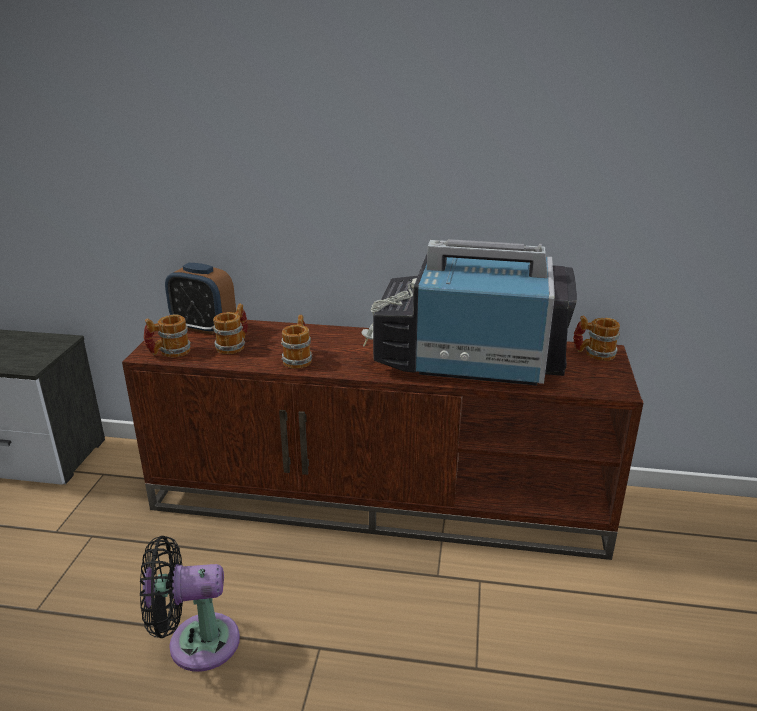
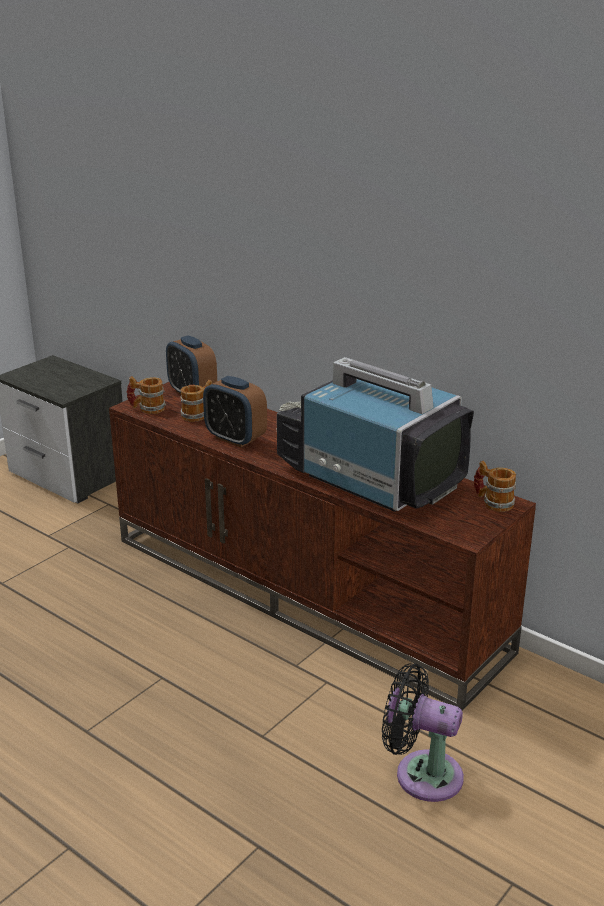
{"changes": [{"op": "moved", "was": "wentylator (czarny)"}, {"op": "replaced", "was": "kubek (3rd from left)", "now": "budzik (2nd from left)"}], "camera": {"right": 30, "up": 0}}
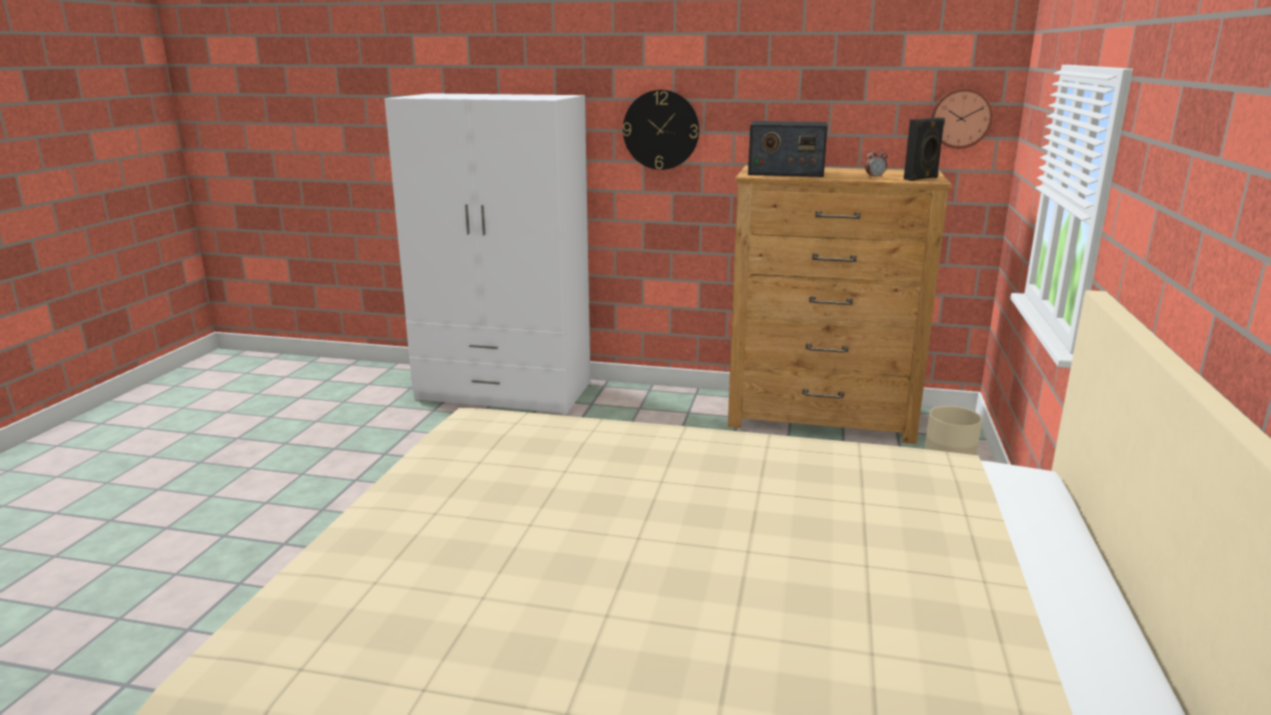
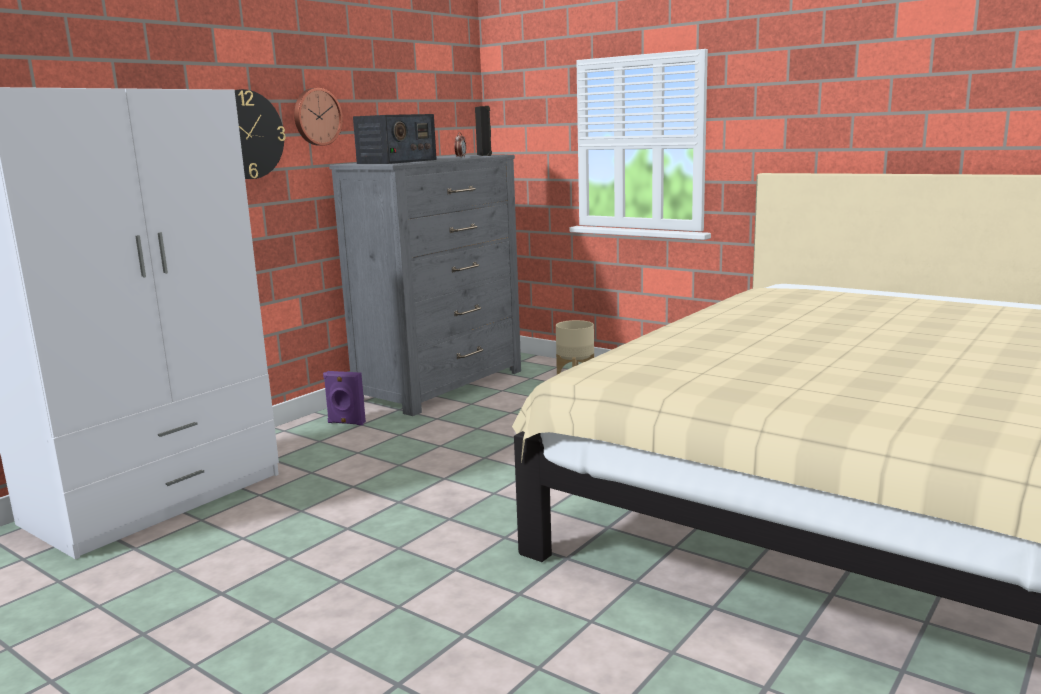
{"changes": [{"op": "recoloured", "was": "komoda (brązowy)", "now": "komoda (szary)"}, {"op": "moved", "was": "zegar ścienny (2nd from left)"}, {"op": "added", "now": "głośnik (fioletowy)"}], "camera": {"right": -65, "up": -5}}
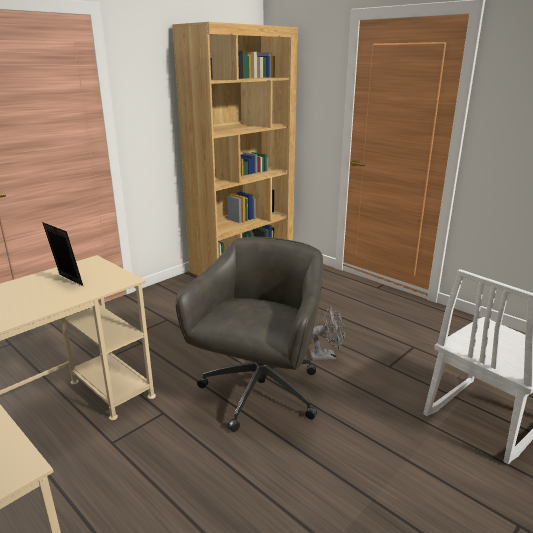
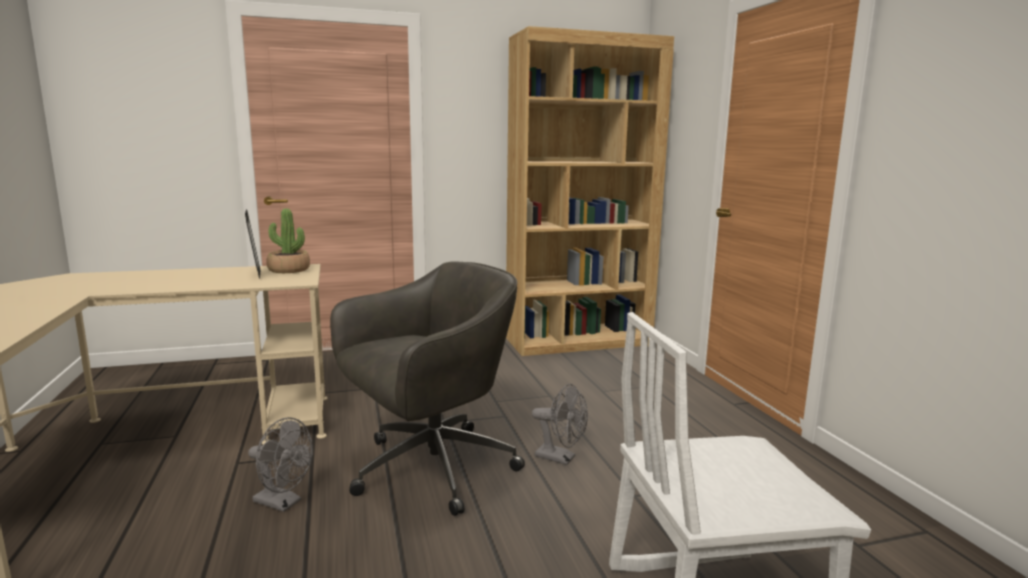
{"changes": [{"op": "added", "now": "wentylator (szary) (1st from left)"}, {"op": "added", "now": "roślina doniczkowa"}], "camera": {"right": 30, "up": -10}}
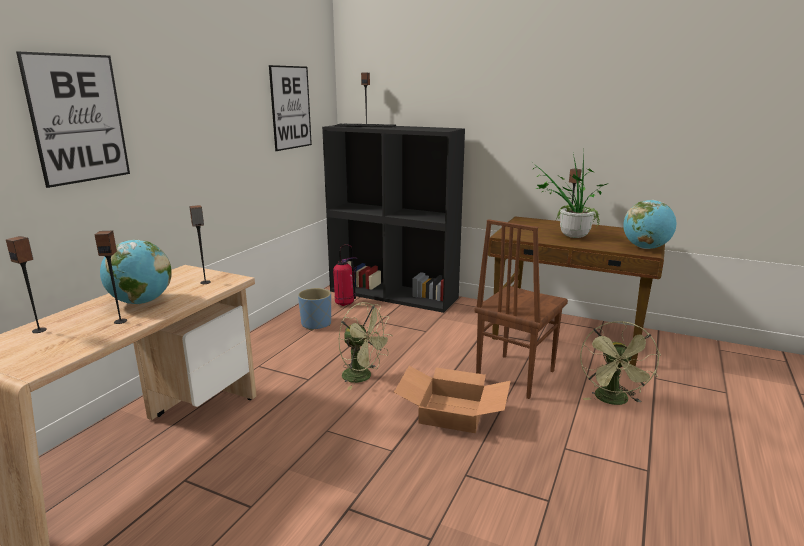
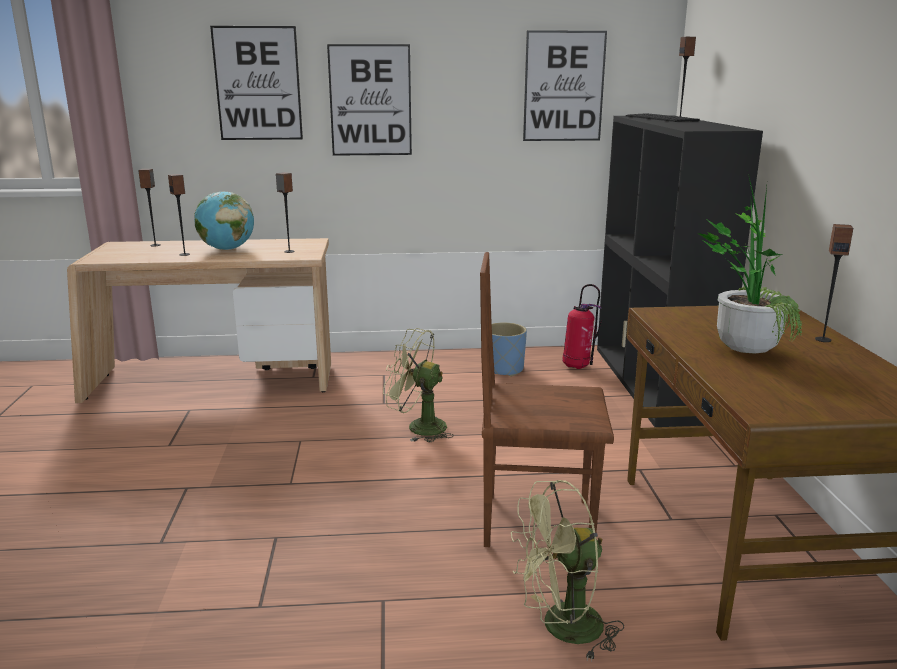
{"changes": [{"op": "turned", "was": "wentylator (zielony) (1st from left)", "clockwise": 105}, {"op": "removed", "was": "karton"}, {"op": "removed", "was": "globus (2nd from left)"}, {"op": "added", "now": "obraz (2nd from left)"}], "camera": {"right": 60, "up": 0}}
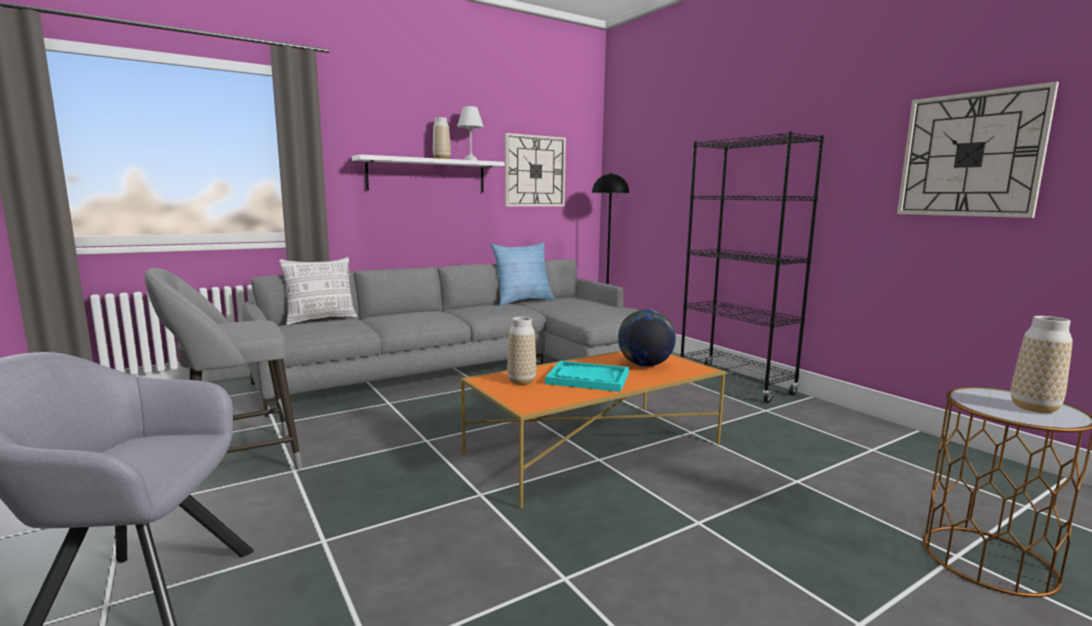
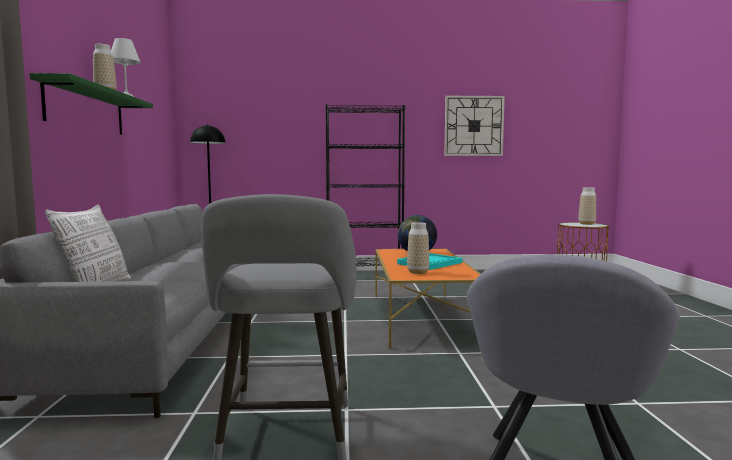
{"changes": [{"op": "recoloured", "was": "półka (biały)", "now": "półka (zielony)"}, {"op": "removed", "was": "poduszka (2nd from left)"}, {"op": "removed", "was": "zegar ścienny (1st from left)"}], "camera": {"right": -60, "up": -5}}
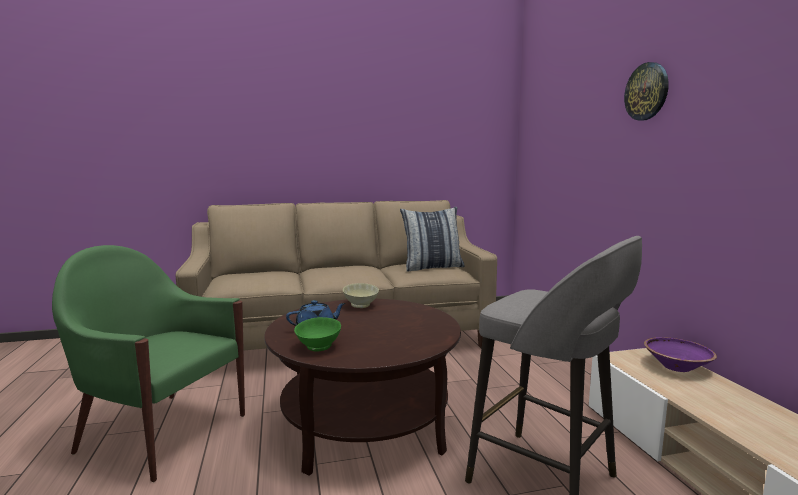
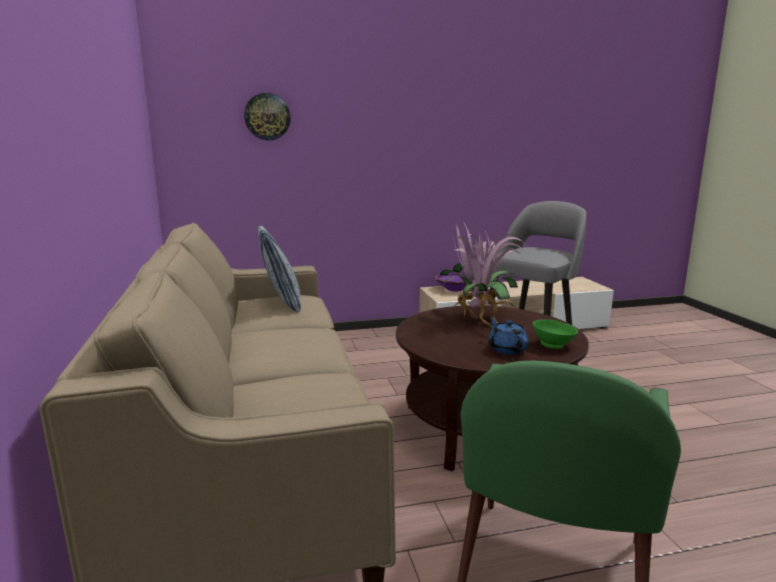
{"changes": [{"op": "removed", "was": "miska (beżowy)"}, {"op": "moved", "was": "zegar ścienny"}, {"op": "added", "now": "roślina doniczkowa"}], "camera": {"right": -90, "up": 5}}
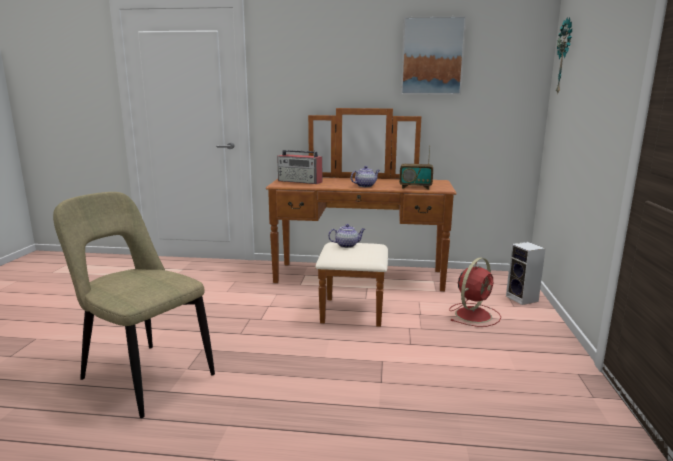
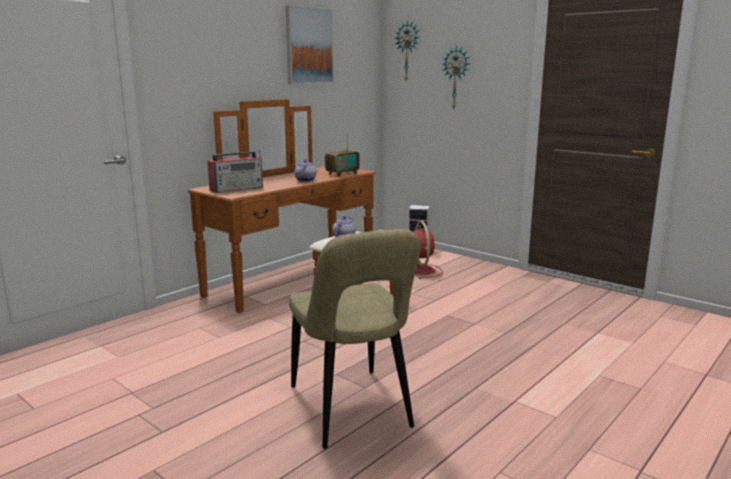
{"changes": [{"op": "turned", "was": "krzesło (beżowy)", "clockwise": -90}, {"op": "added", "now": "zegar ścienny (2nd from left)"}], "camera": {"right": -55, "up": 0}}
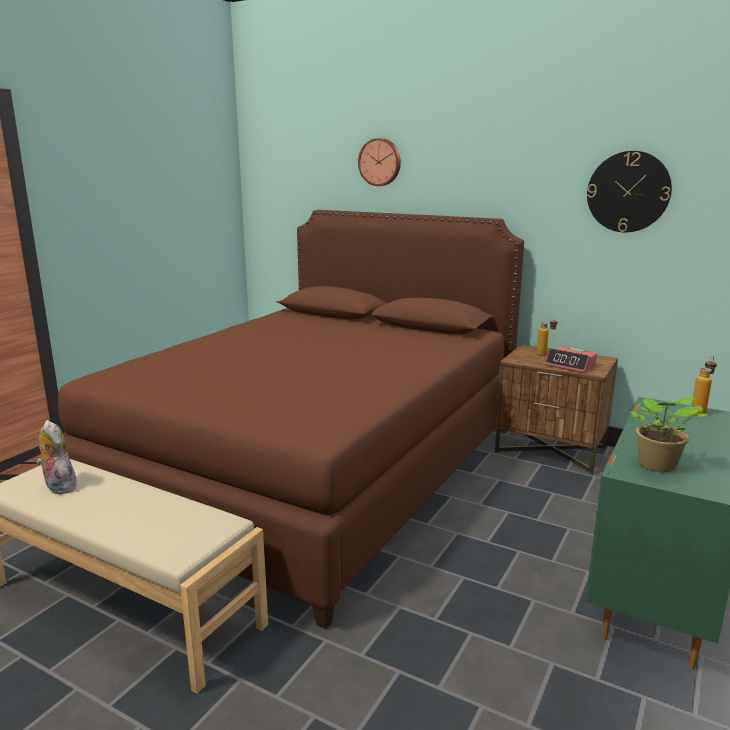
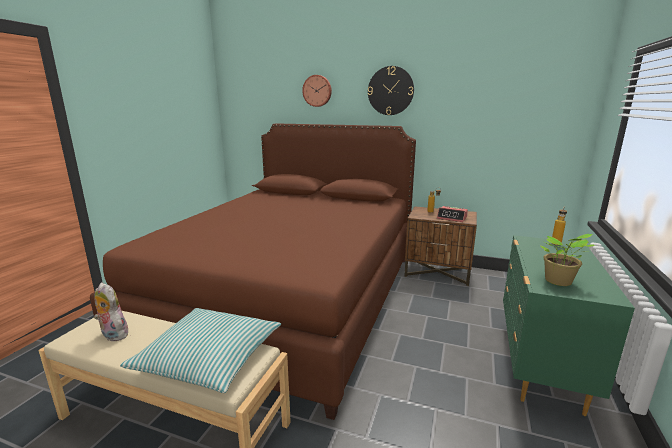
{"changes": [{"op": "moved", "was": "zegar ścienny (2nd from left)"}, {"op": "added", "now": "poduszka"}], "camera": {"right": -10, "up": 0}}
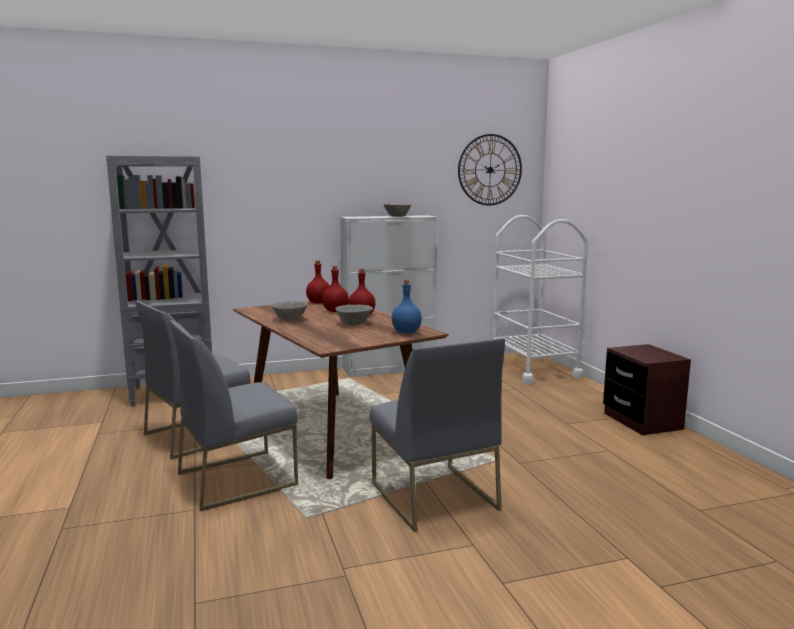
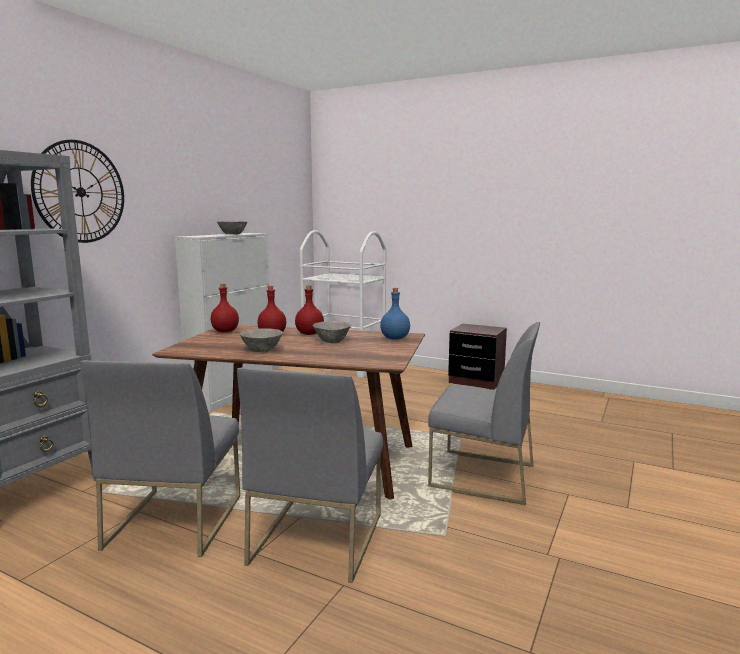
{"changes": [{"op": "moved", "was": "zegar ścienny"}], "camera": {"right": -45, "up": 0}}
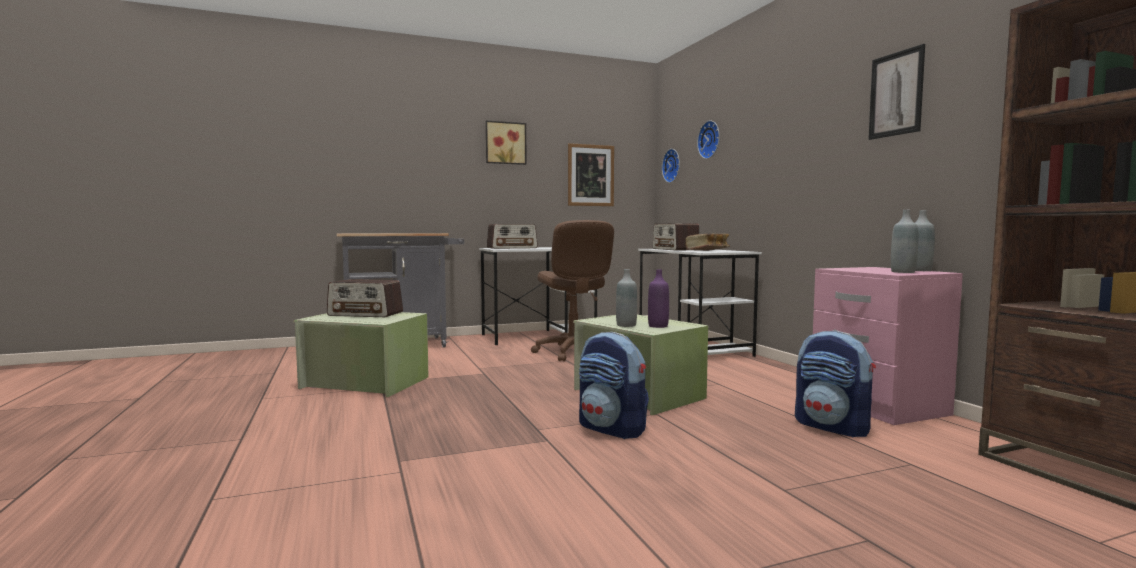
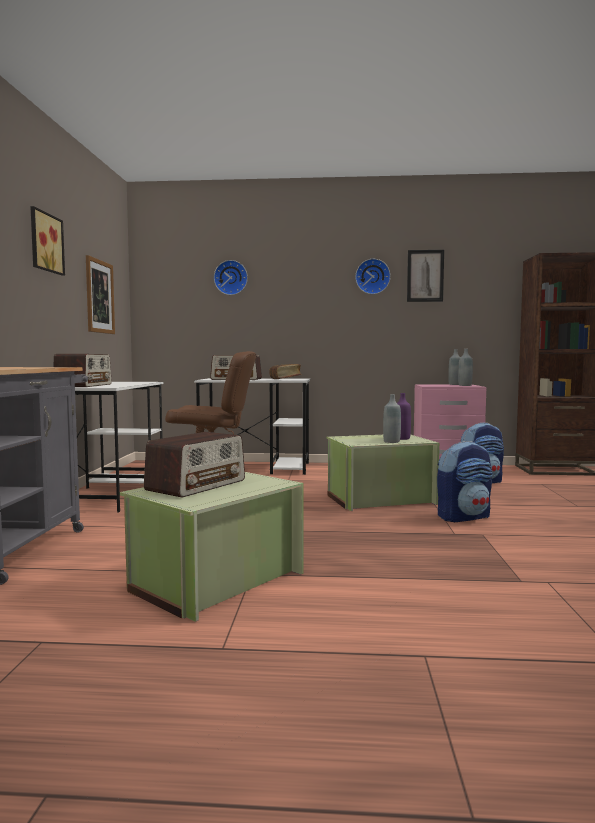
{"changes": [{"op": "moved", "was": "zegar ścienny (1st from left in the first image)", "now": "zegar ścienny (2nd from left)"}], "camera": {"right": -65, "up": 0}}
